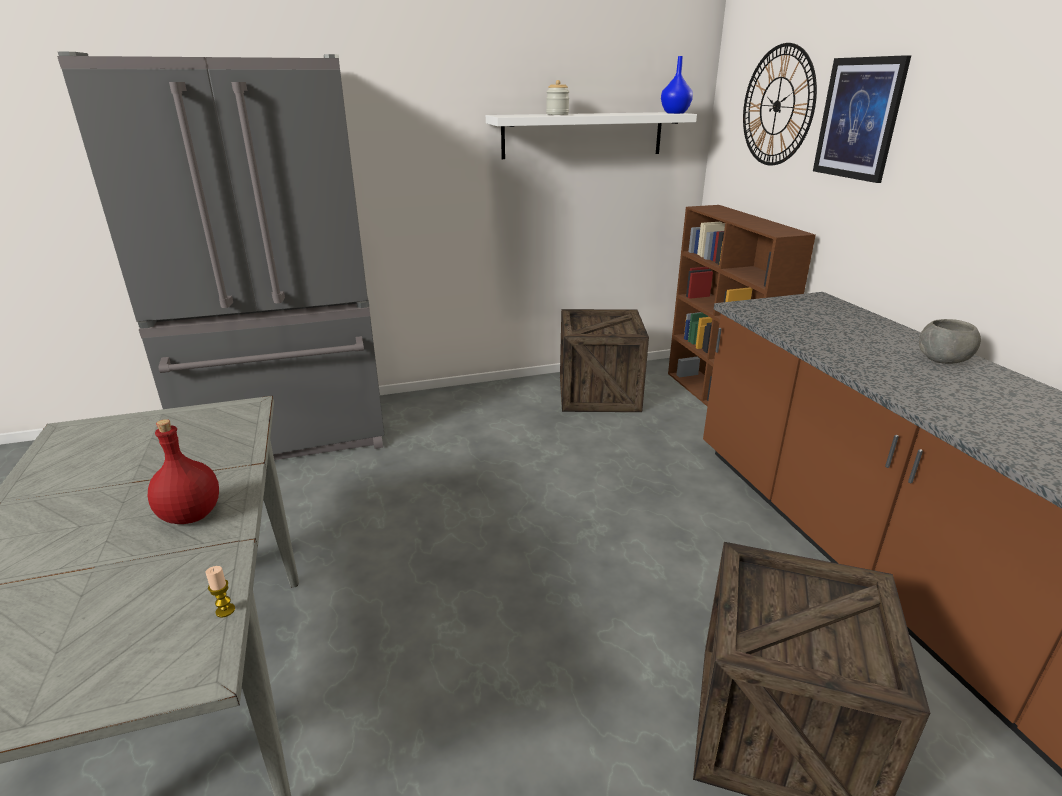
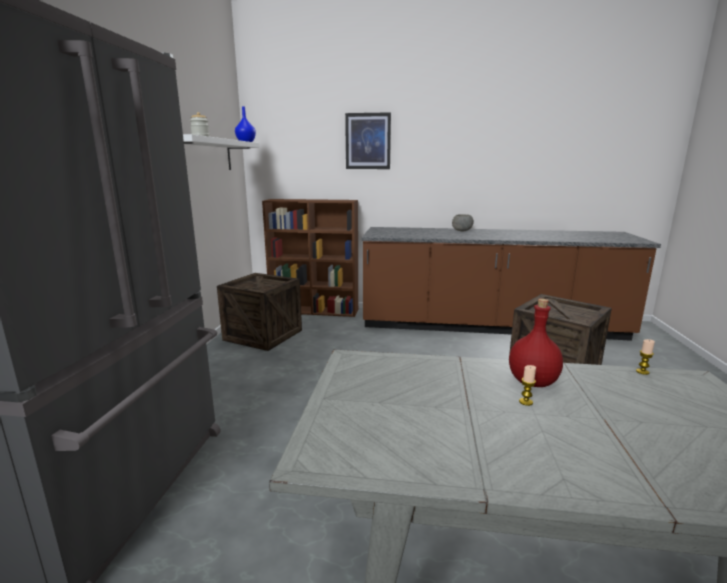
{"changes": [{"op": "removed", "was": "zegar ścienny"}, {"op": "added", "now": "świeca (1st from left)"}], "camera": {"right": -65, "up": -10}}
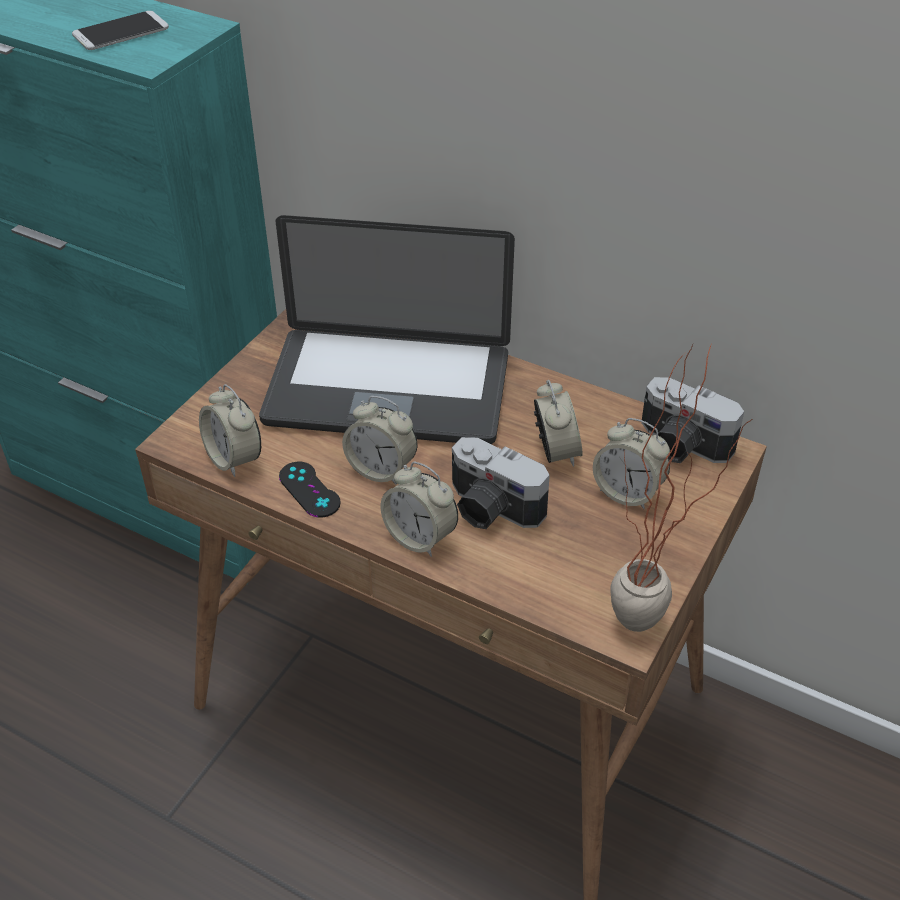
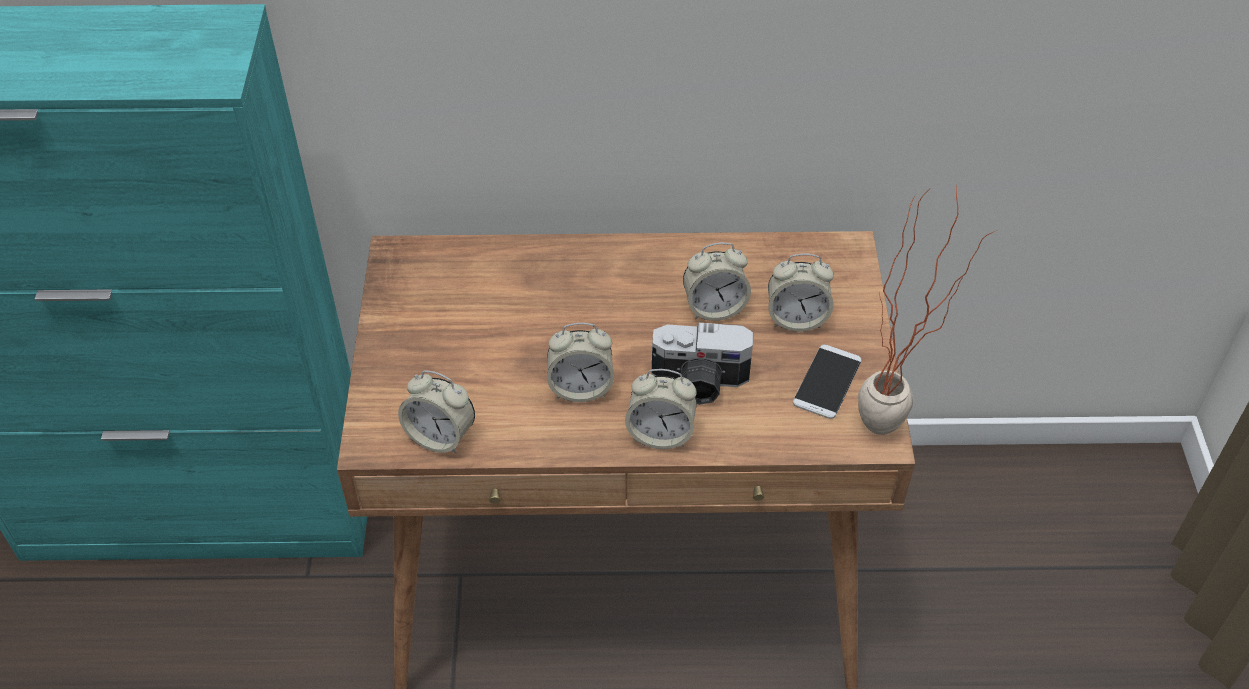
{"changes": [{"op": "moved", "was": "telefon"}, {"op": "removed", "was": "laptop"}, {"op": "removed", "was": "pad do gier (czarny)"}, {"op": "turned", "was": "budzik (4th from left)", "clockwise": 120}, {"op": "removed", "was": "aparat fotograficzny (2nd from left)"}], "camera": {"right": -30, "up": 5}}
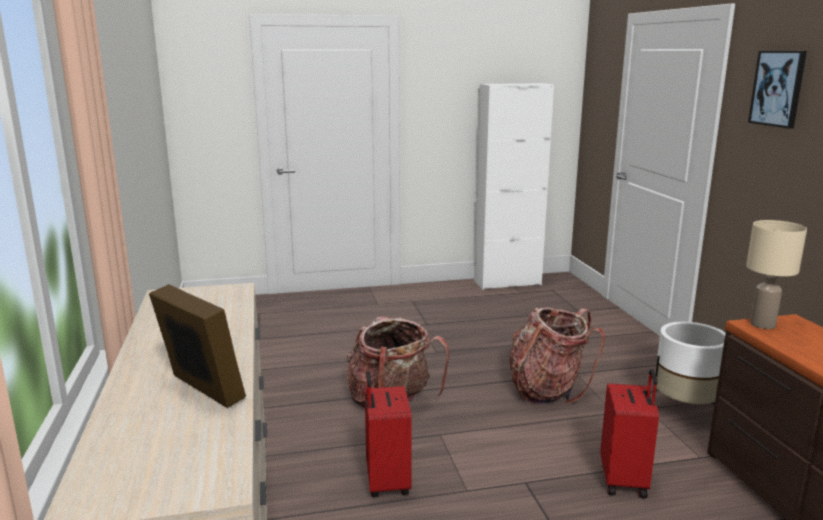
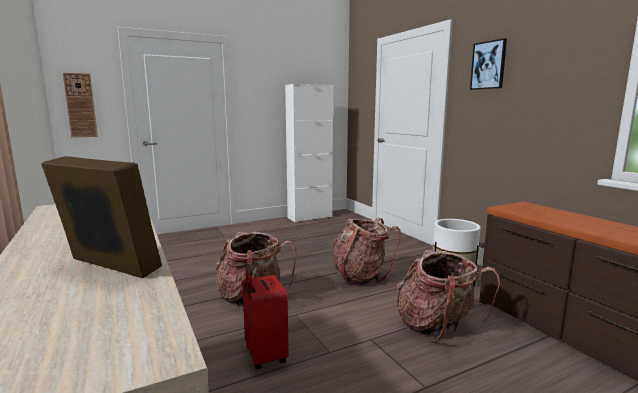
{"changes": [{"op": "replaced", "was": "walizka (czerwony) (2nd from left)", "now": "plecak (3rd from left)"}, {"op": "removed", "was": "lampa stołowa (beżowy)"}, {"op": "added", "now": "zegar ścienny"}], "camera": {"right": -15, "up": -5}}
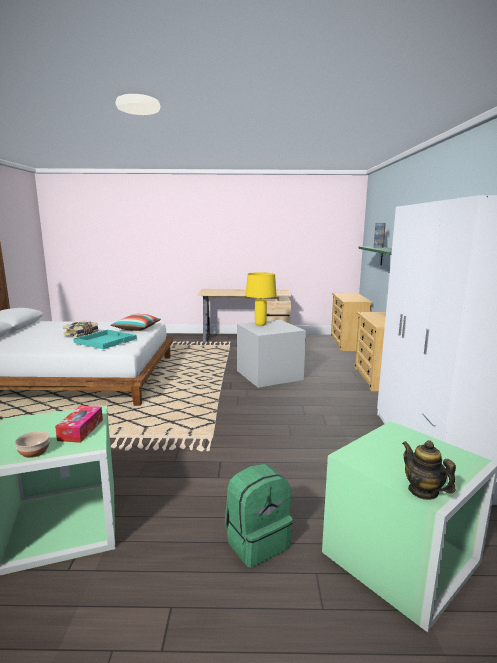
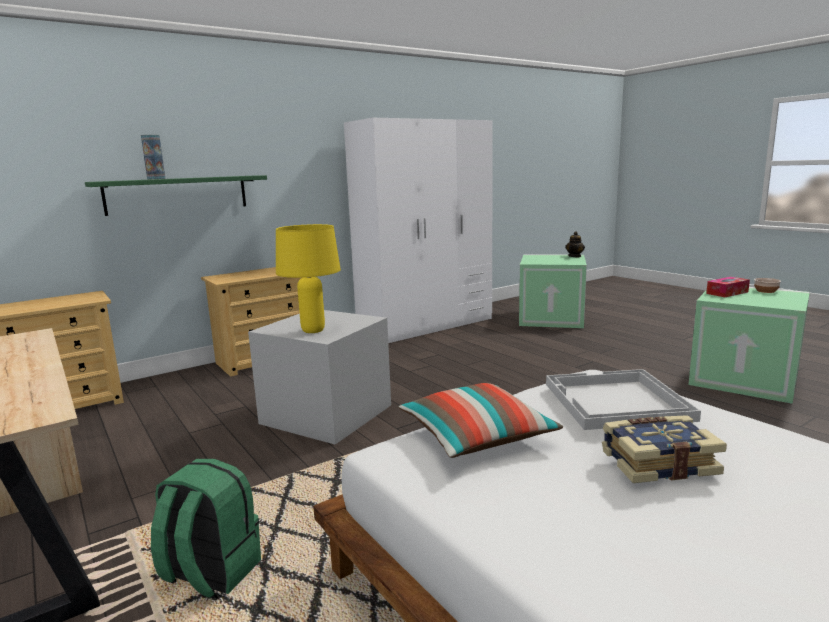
{"changes": [{"op": "recoloured", "was": "taca (turkusowy)", "now": "taca (biały)"}, {"op": "moved", "was": "plecak (zielony)"}], "camera": {"right": -125, "up": 0}}
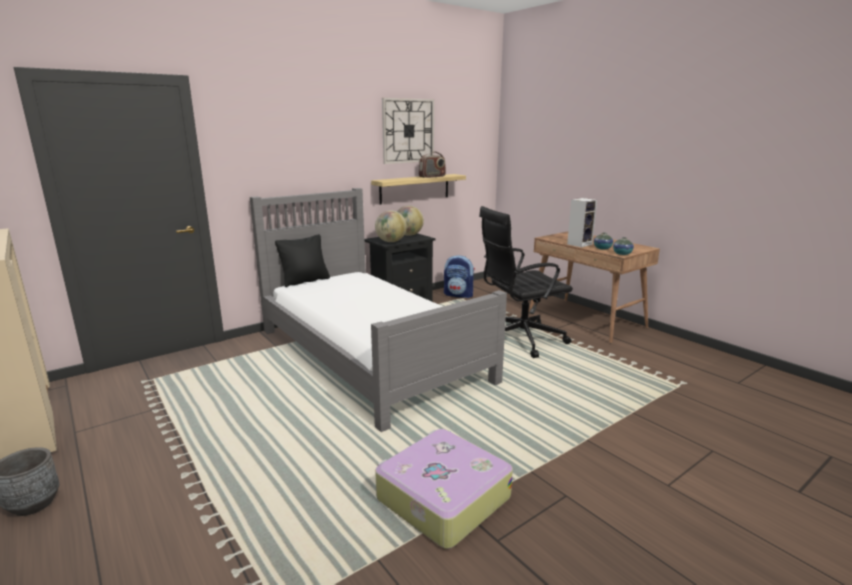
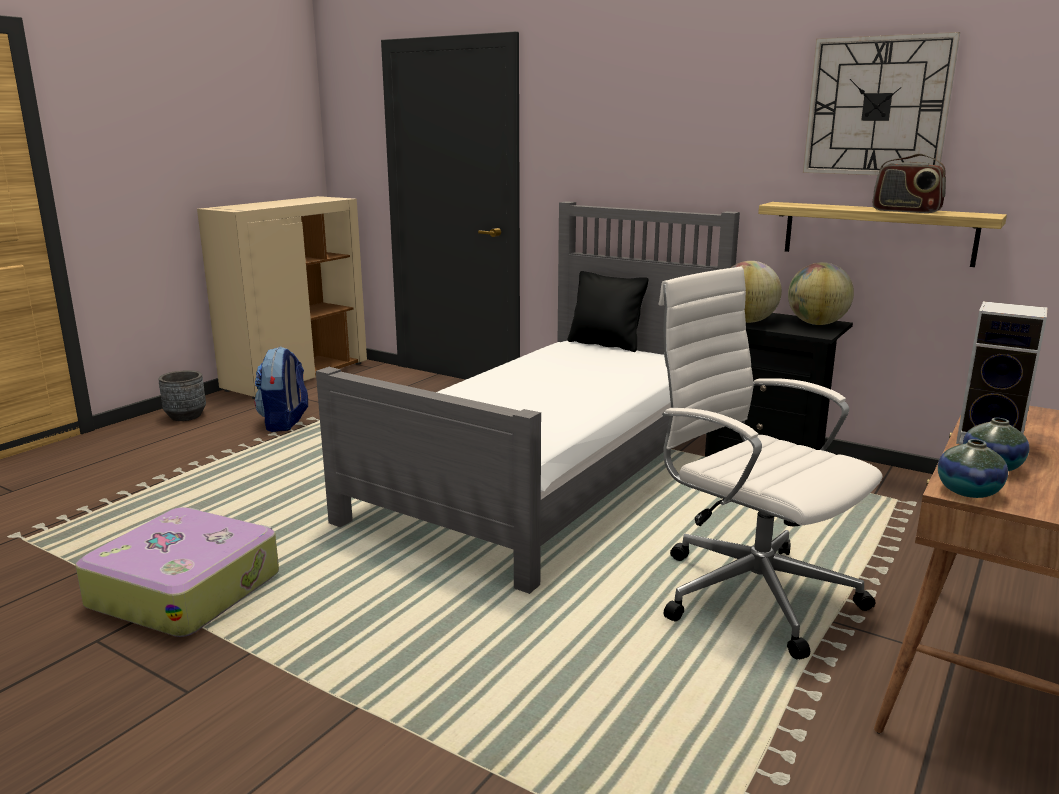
{"changes": [{"op": "moved", "was": "plecak"}, {"op": "recoloured", "was": "krzesło biurowe (czarny)", "now": "krzesło biurowe (biały)"}], "camera": {"right": 70, "up": 0}}
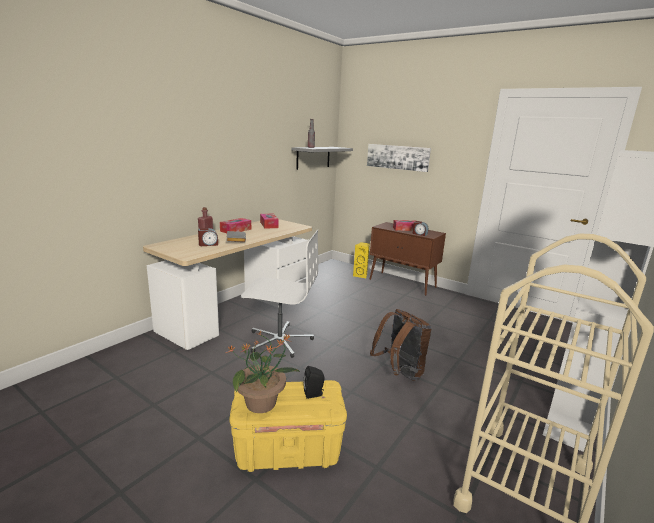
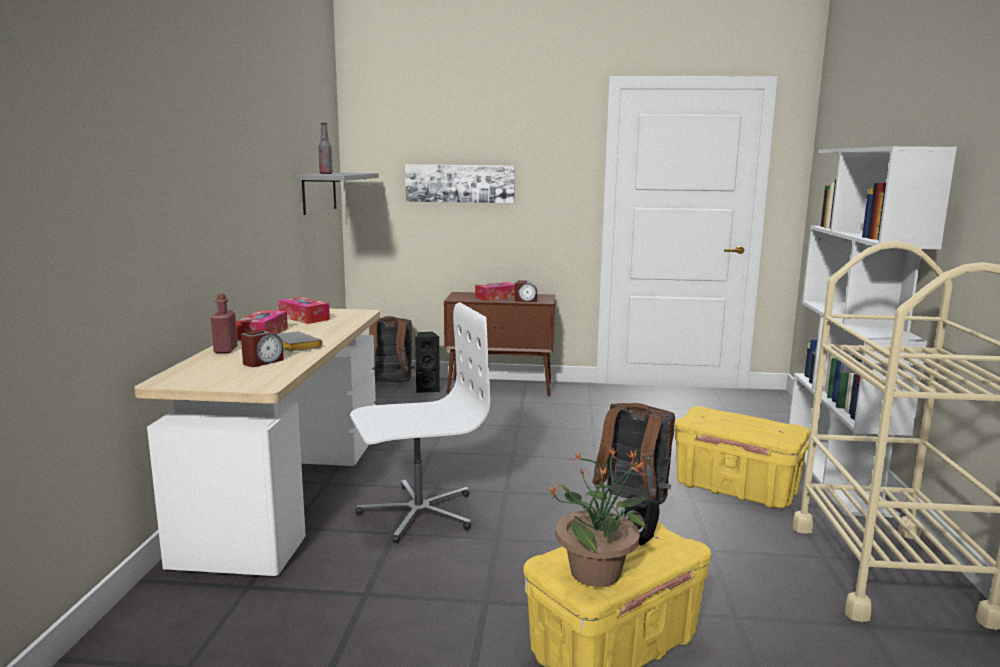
{"changes": [{"op": "recoloured", "was": "głośnik (żółty)", "now": "głośnik (czarny) (1st from left)"}, {"op": "added", "now": "plecak (brązowy) (1st from left)"}, {"op": "added", "now": "pojemnik do przechowywania (żółty) (2nd from left)"}], "camera": {"right": -30, "up": -5}}
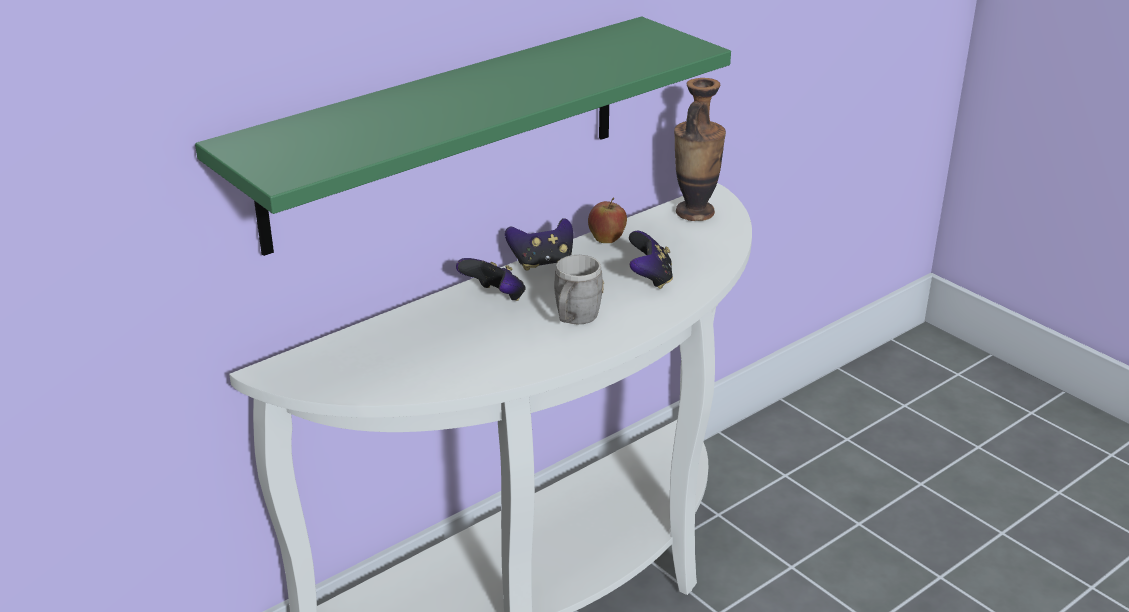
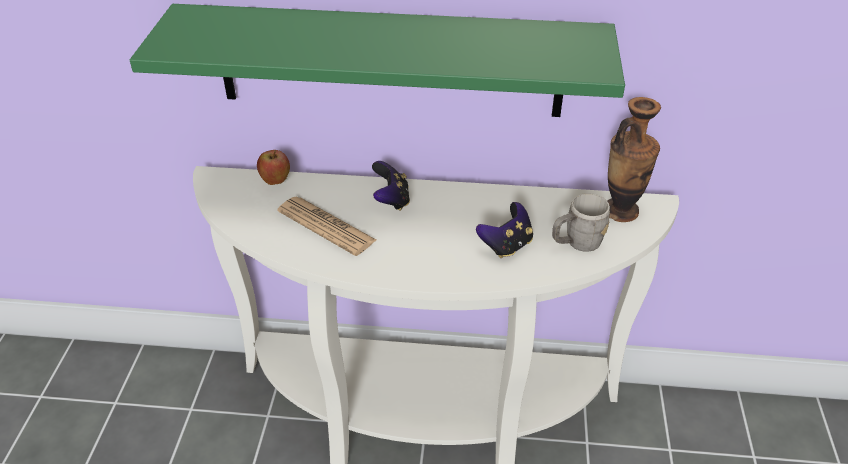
{"changes": [{"op": "removed", "was": "pad do gier (2nd from left)"}, {"op": "moved", "was": "kubek (szary)"}, {"op": "moved", "was": "jabłko"}, {"op": "added", "now": "gazeta"}], "camera": {"right": 45, "up": 10}}
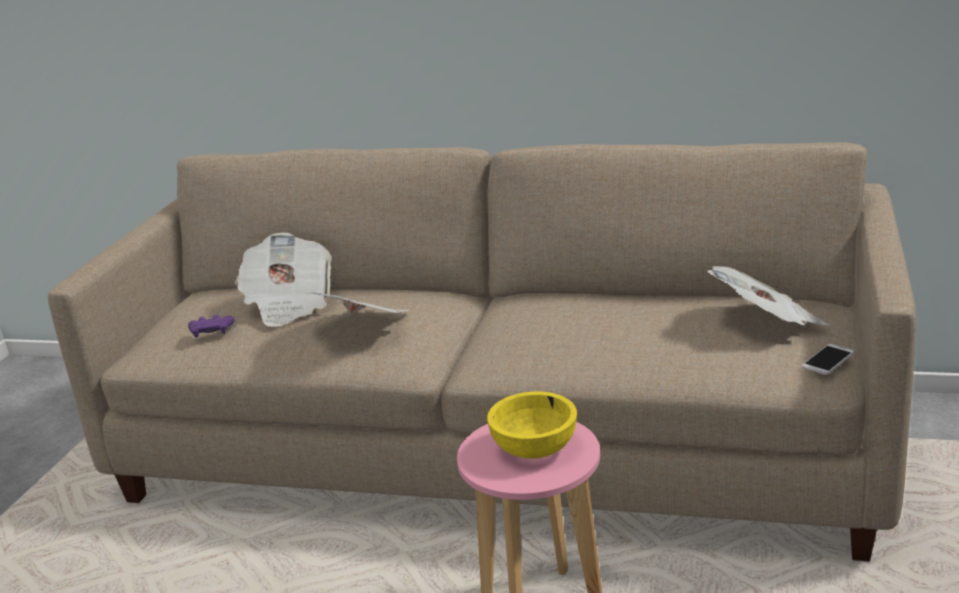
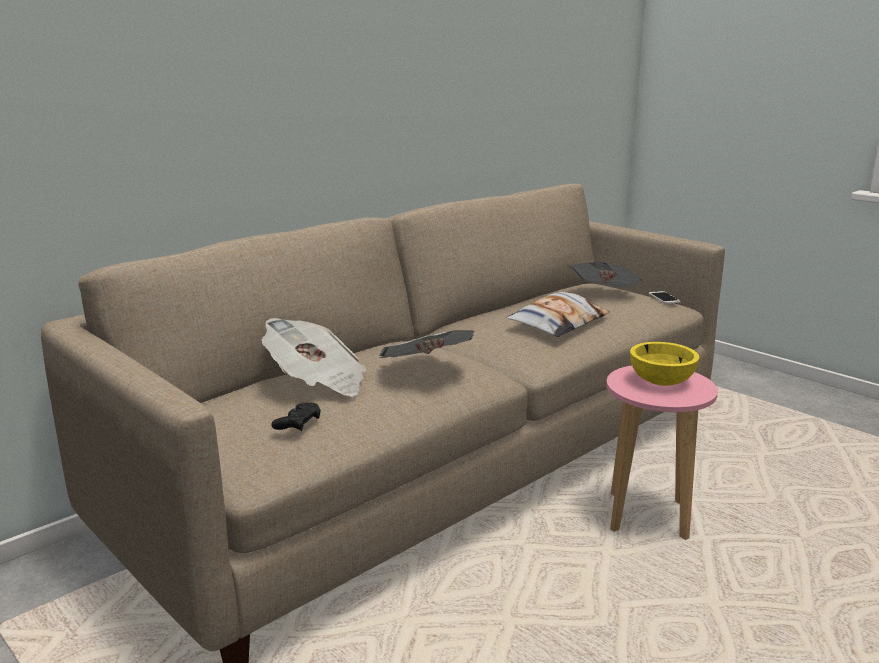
{"changes": [{"op": "recoloured", "was": "pad do gier (fioletowy)", "now": "pad do gier (czarny)"}, {"op": "added", "now": "poduszka"}], "camera": {"right": -60, "up": -5}}
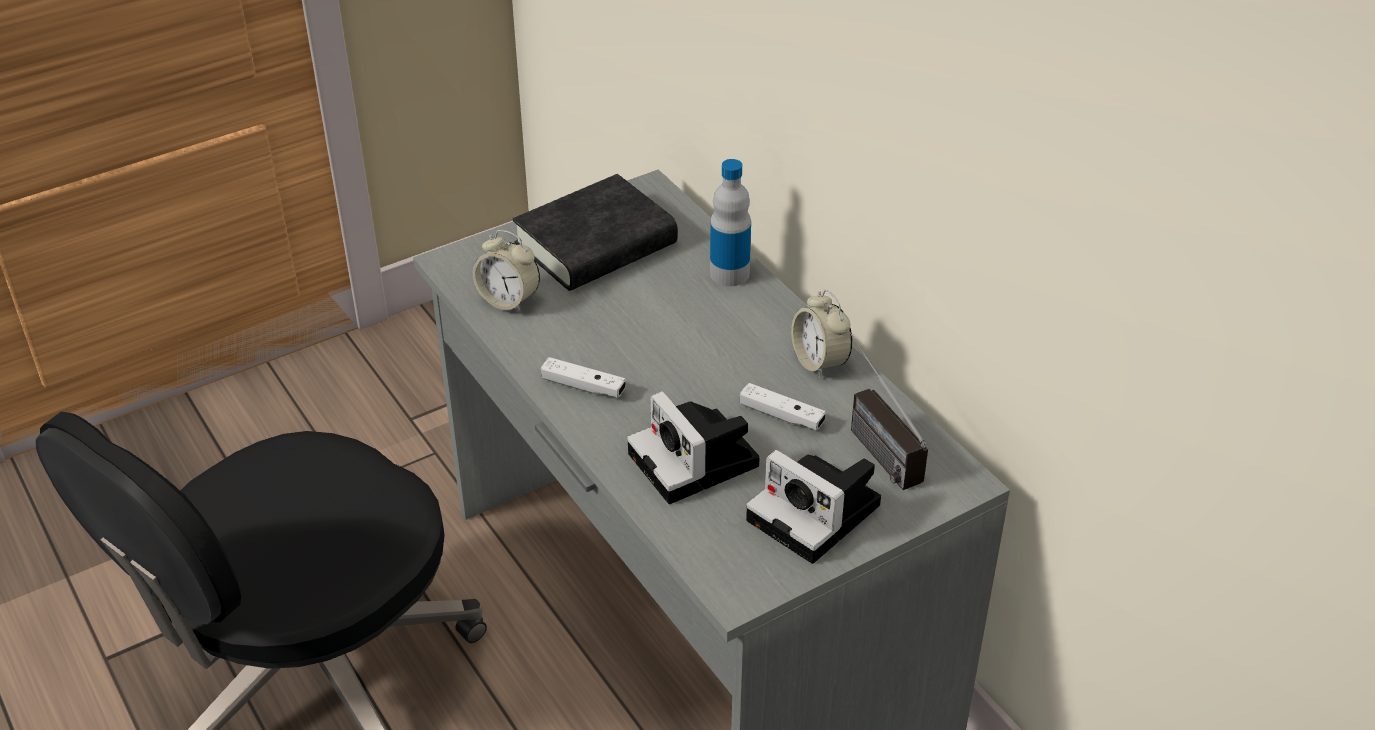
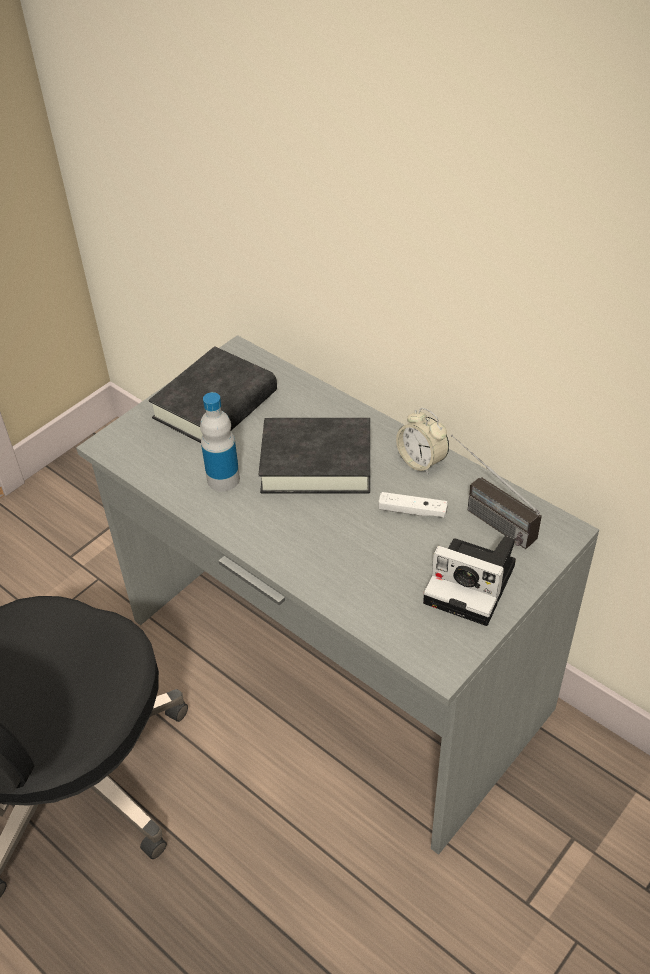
{"changes": [{"op": "removed", "was": "budzik (1st from left)"}, {"op": "removed", "was": "pad do gier (biały) (1st from left)"}, {"op": "removed", "was": "aparat fotograficzny (1st from left)"}, {"op": "moved", "was": "butelka"}, {"op": "added", "now": "książka (czarny) (2nd from left)"}], "camera": {"right": -15, "up": 5}}
